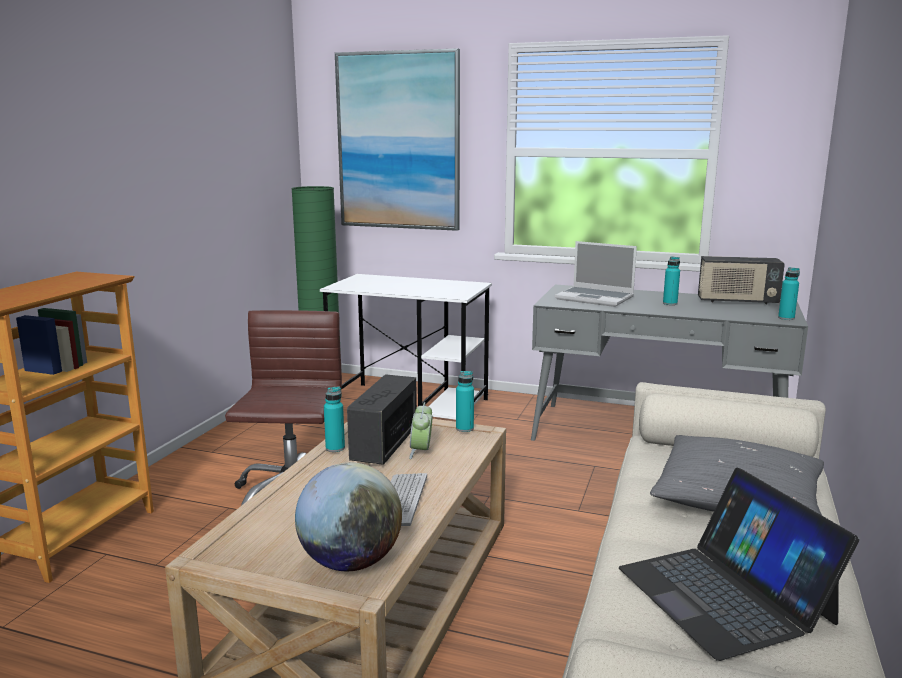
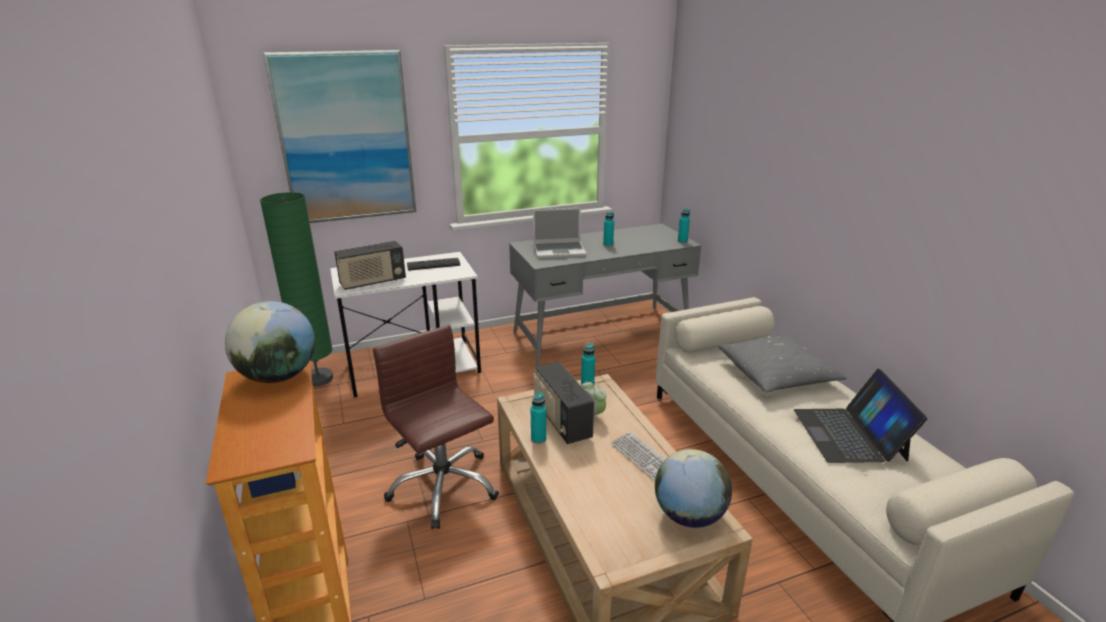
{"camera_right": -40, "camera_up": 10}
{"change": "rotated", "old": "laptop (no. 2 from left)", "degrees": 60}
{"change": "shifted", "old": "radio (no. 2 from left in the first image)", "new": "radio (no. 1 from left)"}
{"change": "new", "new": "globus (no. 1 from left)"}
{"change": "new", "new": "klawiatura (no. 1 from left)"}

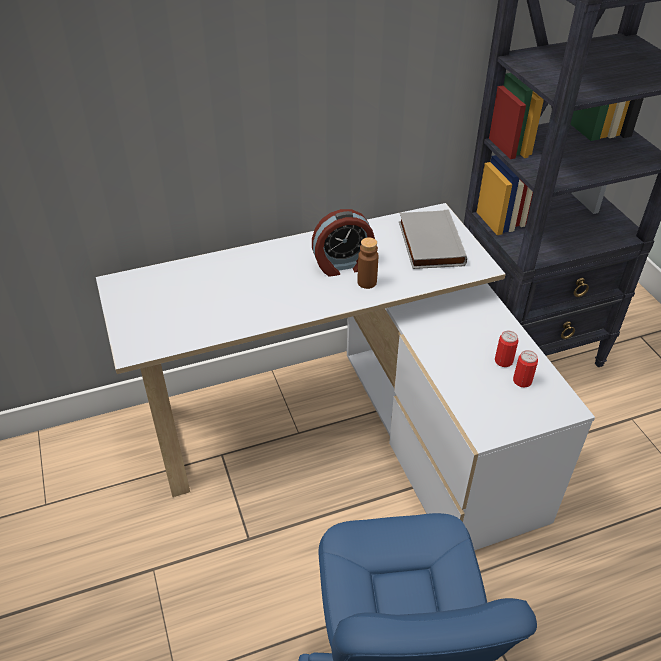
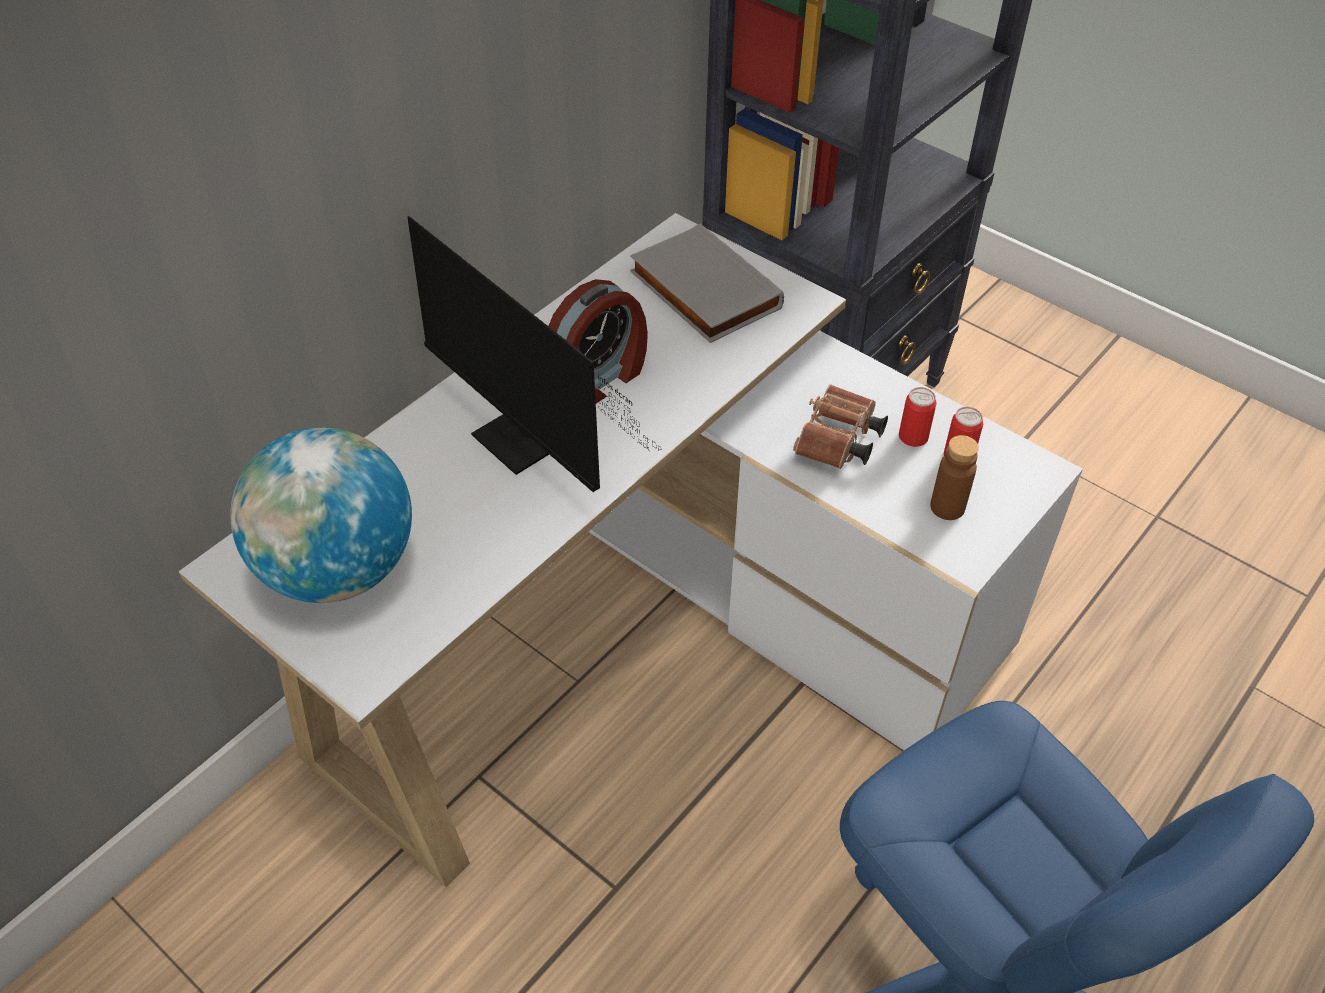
{"camera_right": -30, "camera_up": 5}
{"change": "shifted", "old": "butelka/brązowy"}
{"change": "new", "new": "globus"}
{"change": "new", "new": "monitor"}
{"change": "new", "new": "lornetka/brązowy"}

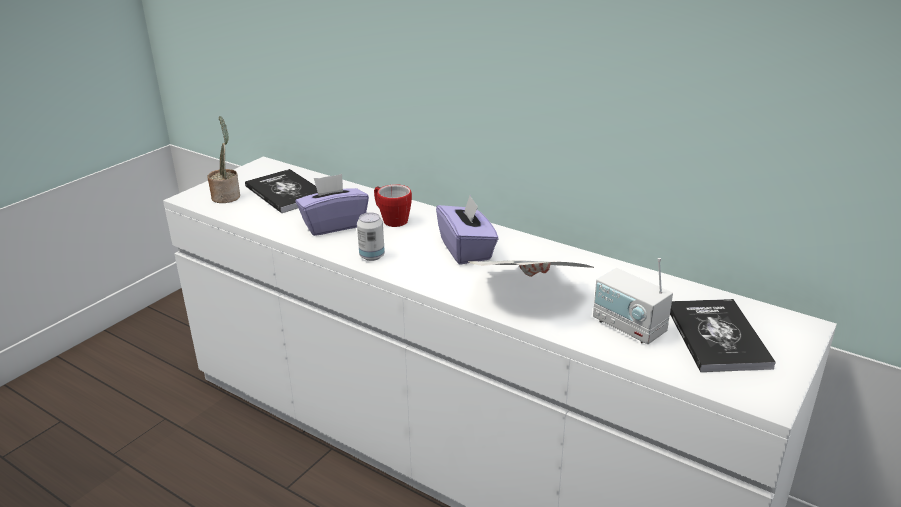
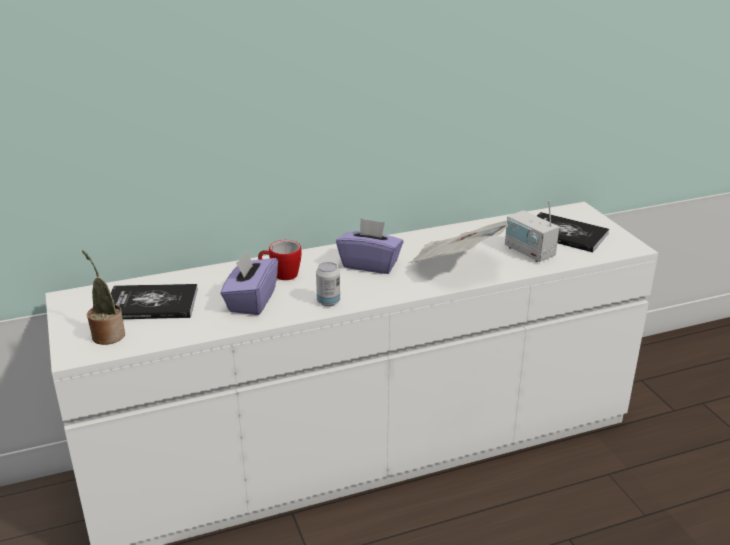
{"camera_right": -55, "camera_up": 0}
{"change": "rotated", "old": "radio", "degrees": 60}

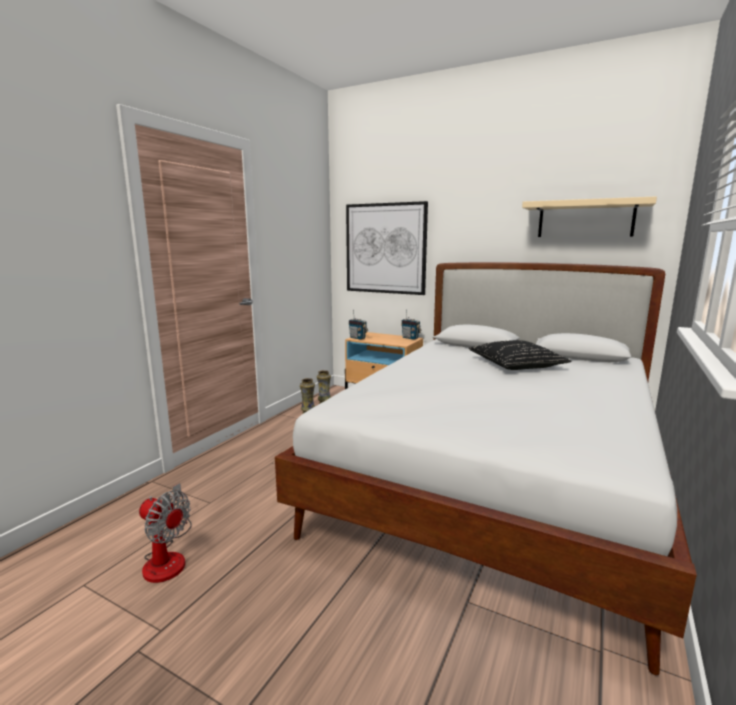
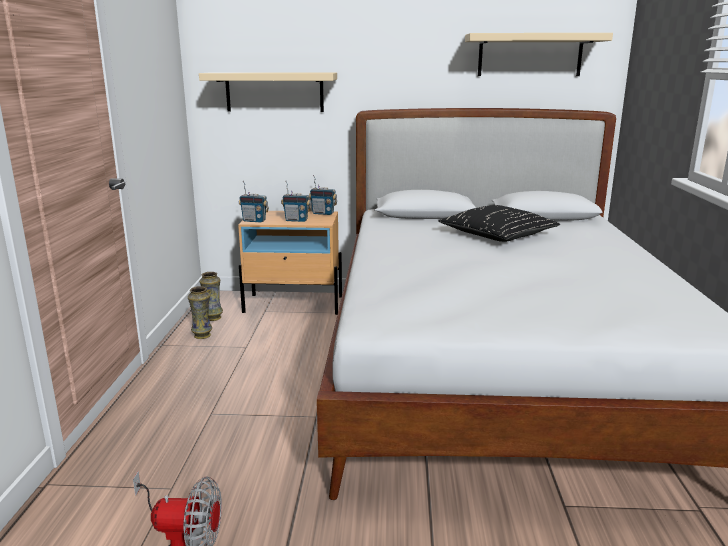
{"camera_right": -25, "camera_up": 5}
{"change": "swapped", "old": "obraz", "new": "półka/beżowy (no. 1 from left)"}
{"change": "new", "new": "radio (no. 2 from left)"}

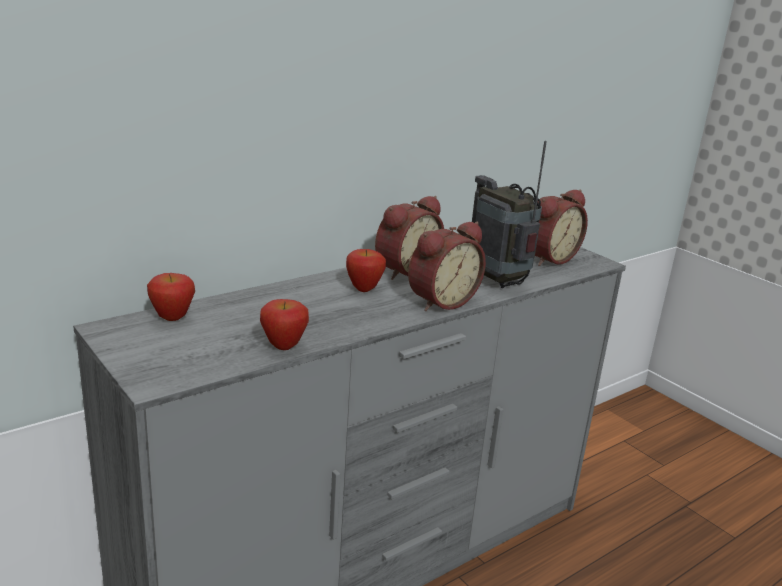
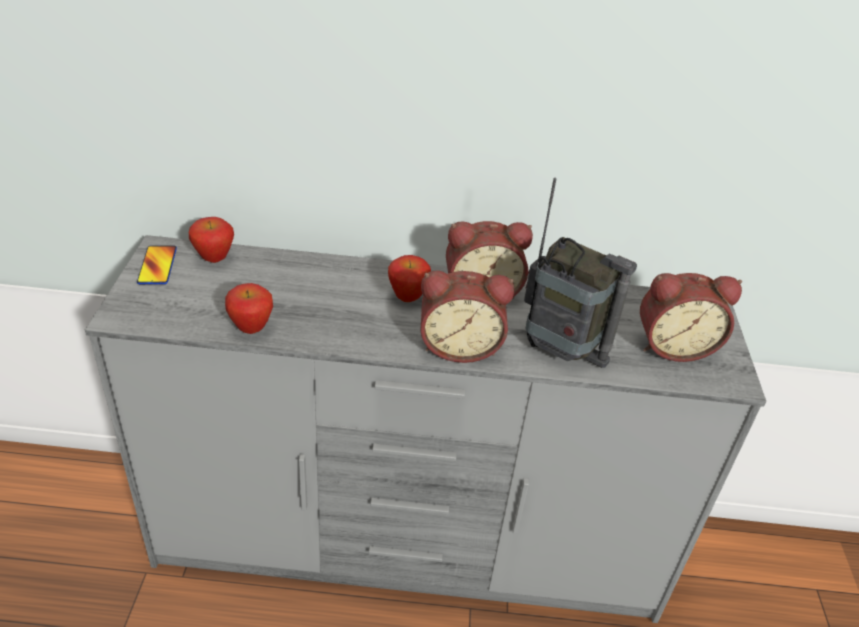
{"camera_right": 40, "camera_up": 15}
{"change": "rotated", "old": "radio", "degrees": 120}
{"change": "new", "new": "telefon"}

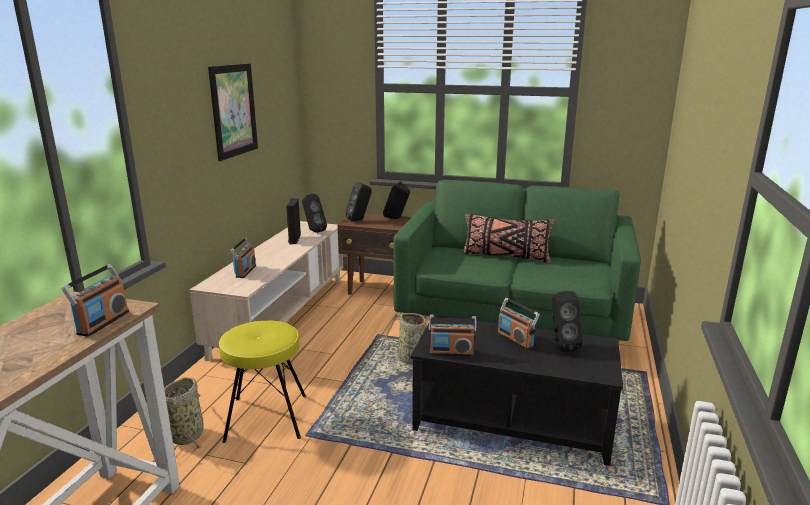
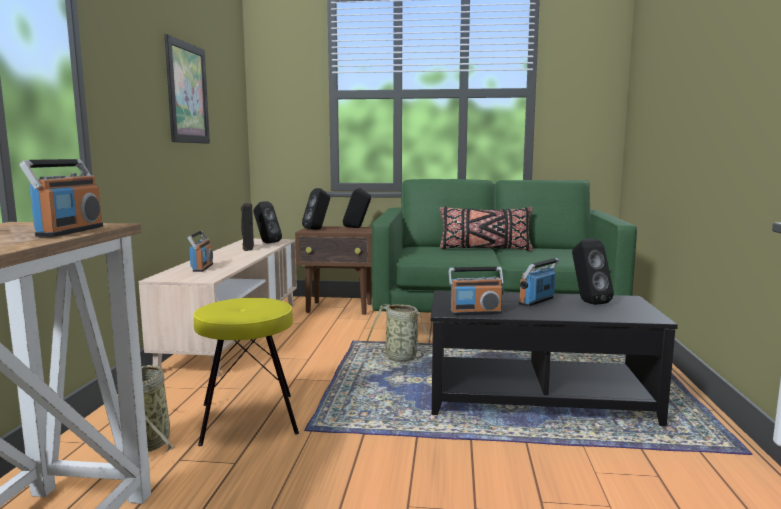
{"camera_right": -10, "camera_up": -10}
{"change": "rotated", "old": "radio (no. 4 from left)", "degrees": 90}

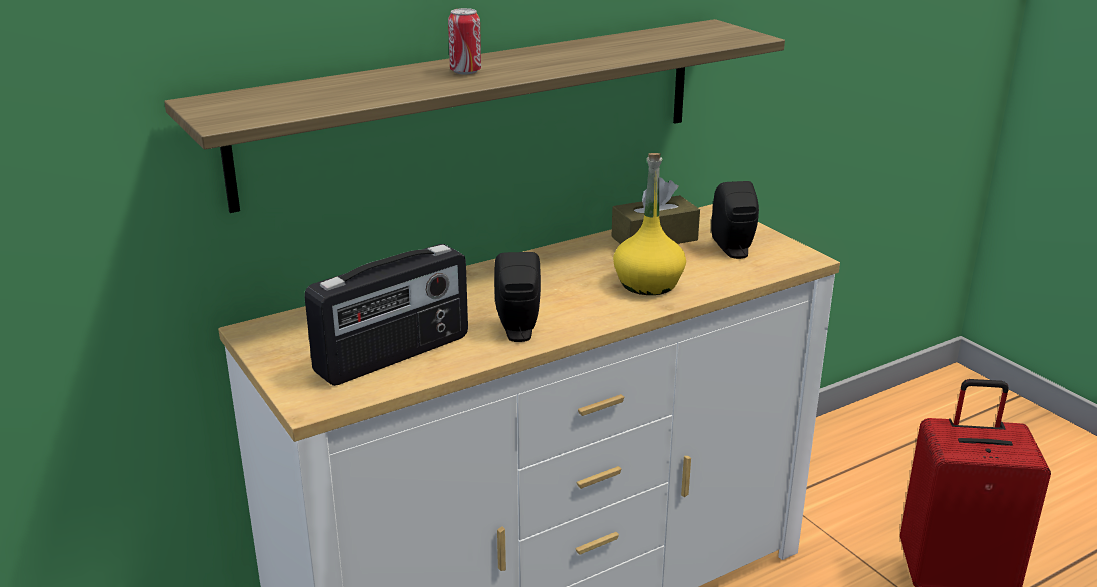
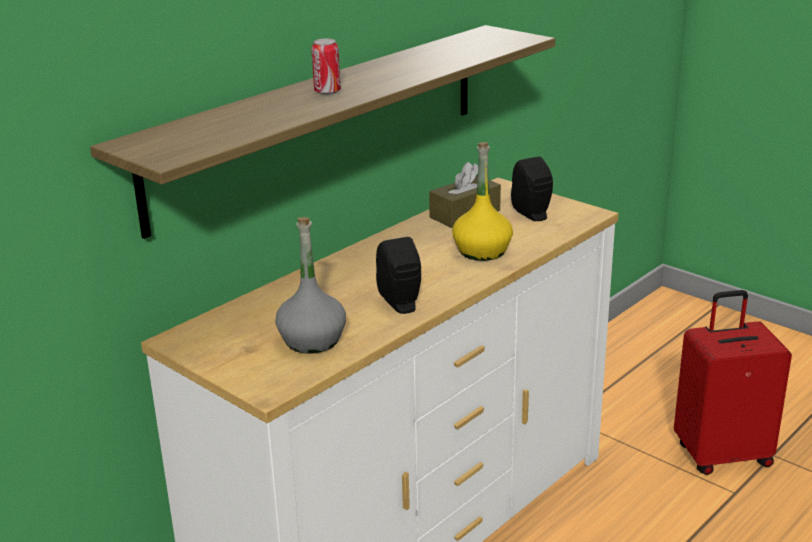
{"camera_right": -15, "camera_up": 0}
{"change": "swapped", "old": "radio", "new": "butelka/szary"}

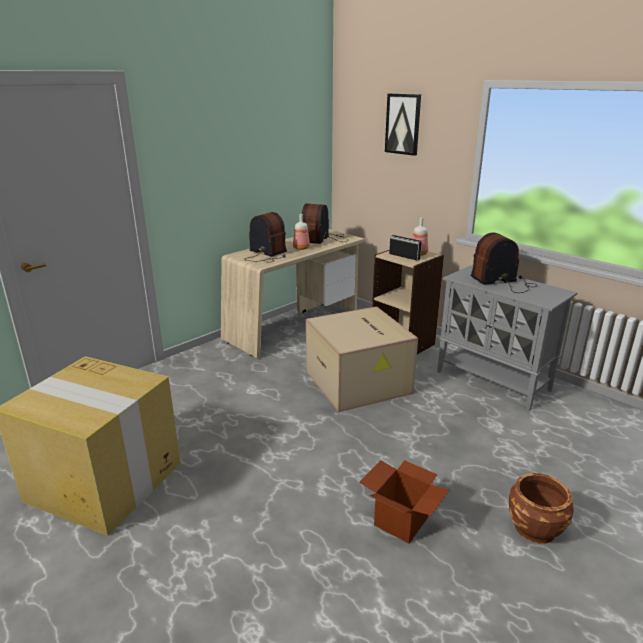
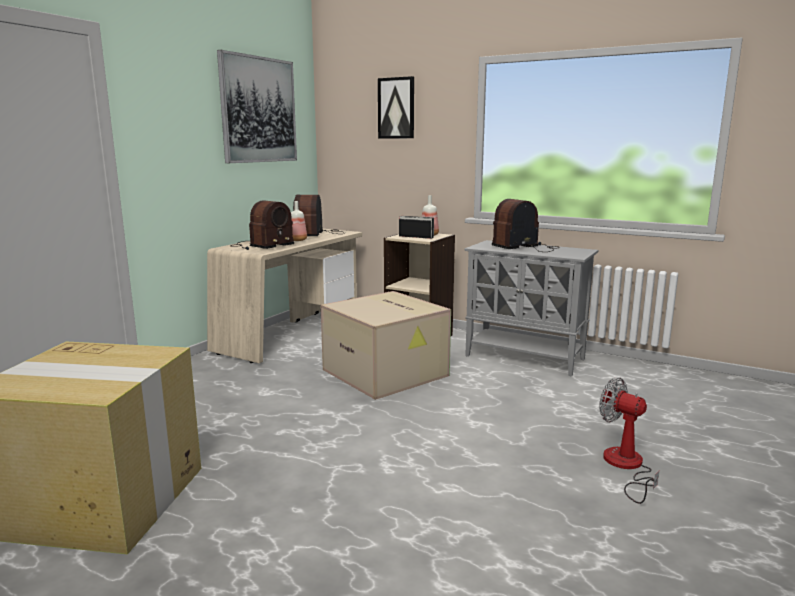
{"camera_right": -15, "camera_up": -10}
{"change": "rotated", "old": "radio (no. 1 from left)", "degrees": 105}
{"change": "gone", "old": "karton (no. 3 from left)"}
{"change": "swapped", "old": "donica/brązowy", "new": "wentylator"}
{"change": "new", "new": "obraz (no. 1 from left)"}

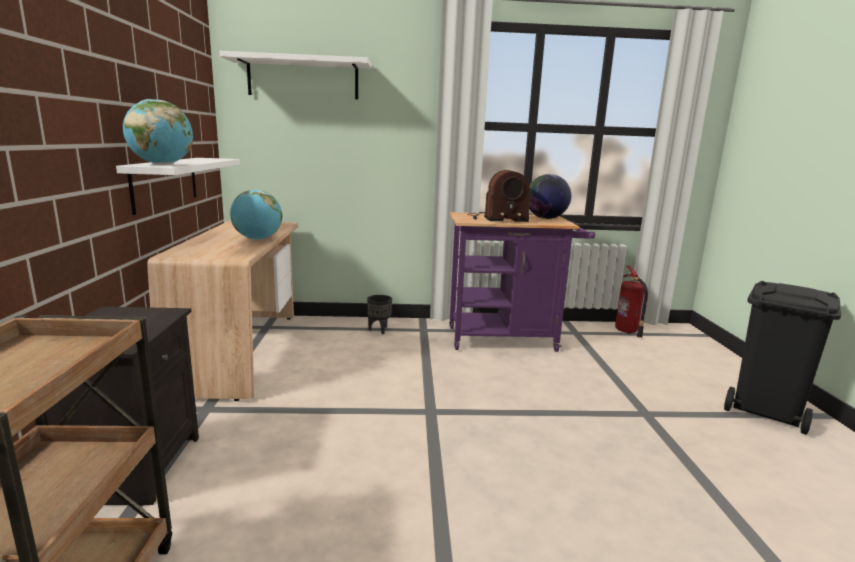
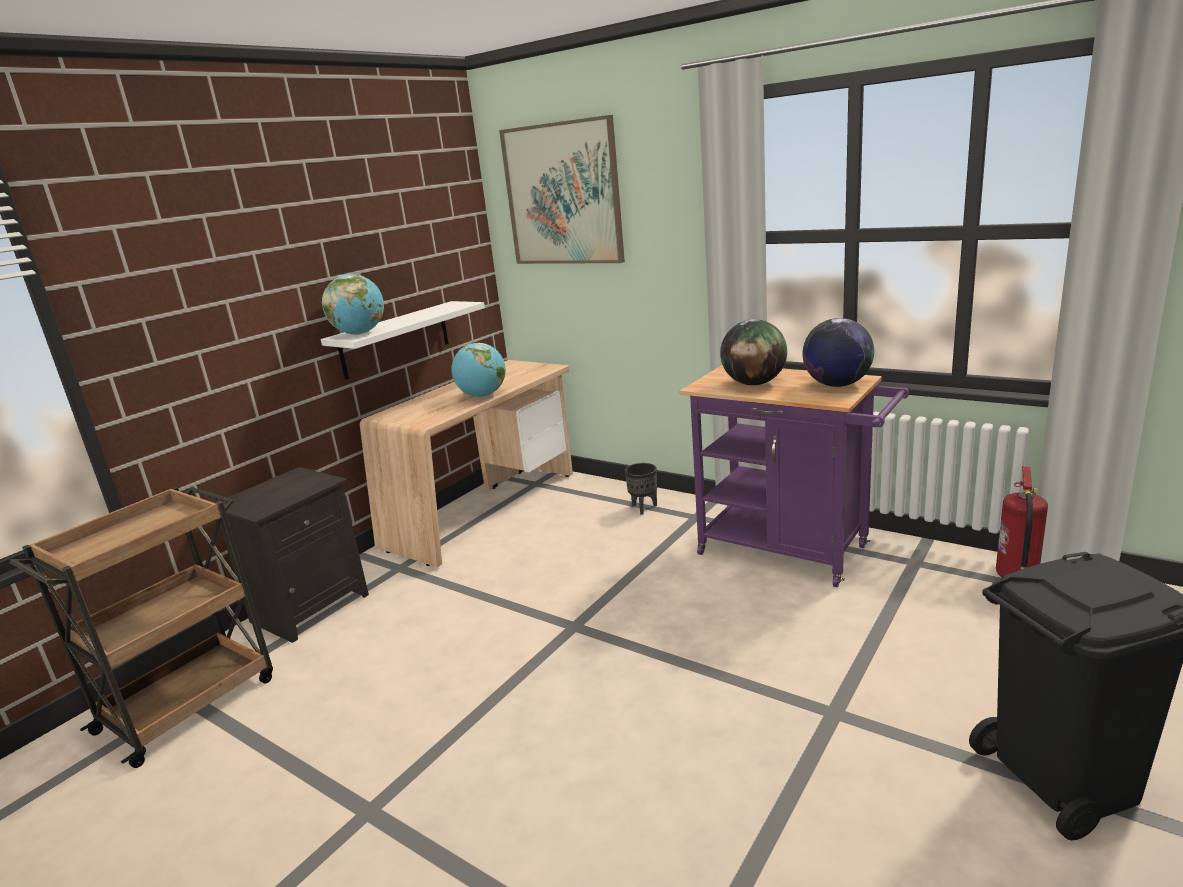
{"camera_right": 40, "camera_up": 5}
{"change": "swapped", "old": "półka/biały (no. 2 from left)", "new": "obraz"}
{"change": "swapped", "old": "radio", "new": "globus (no. 3 from left)"}

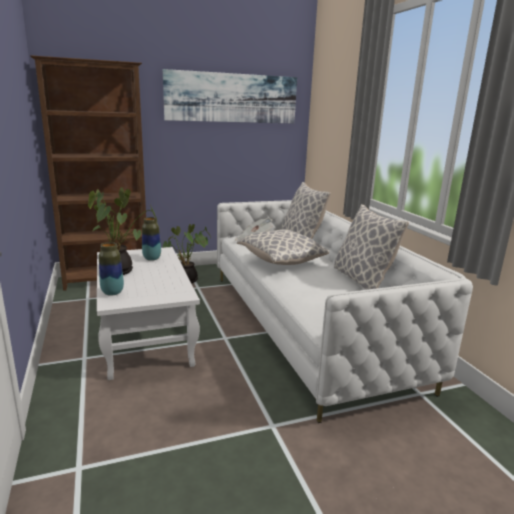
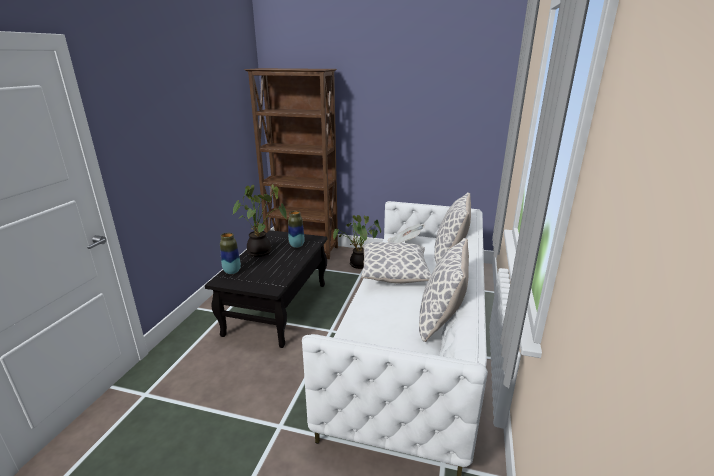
{"camera_right": 35, "camera_up": 5}
{"change": "repainted", "old": "ława/biały", "new": "ława/czarny"}
{"change": "gone", "old": "obraz"}

